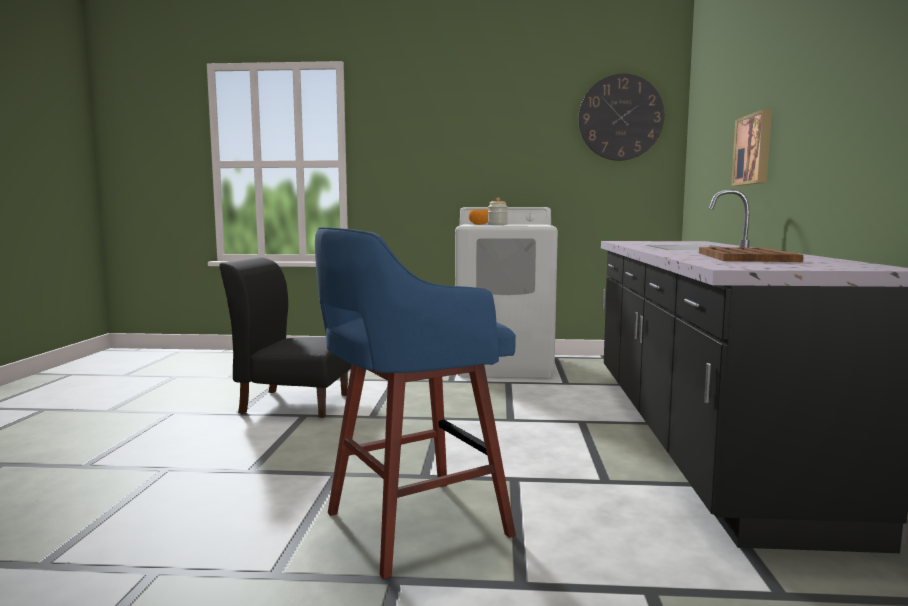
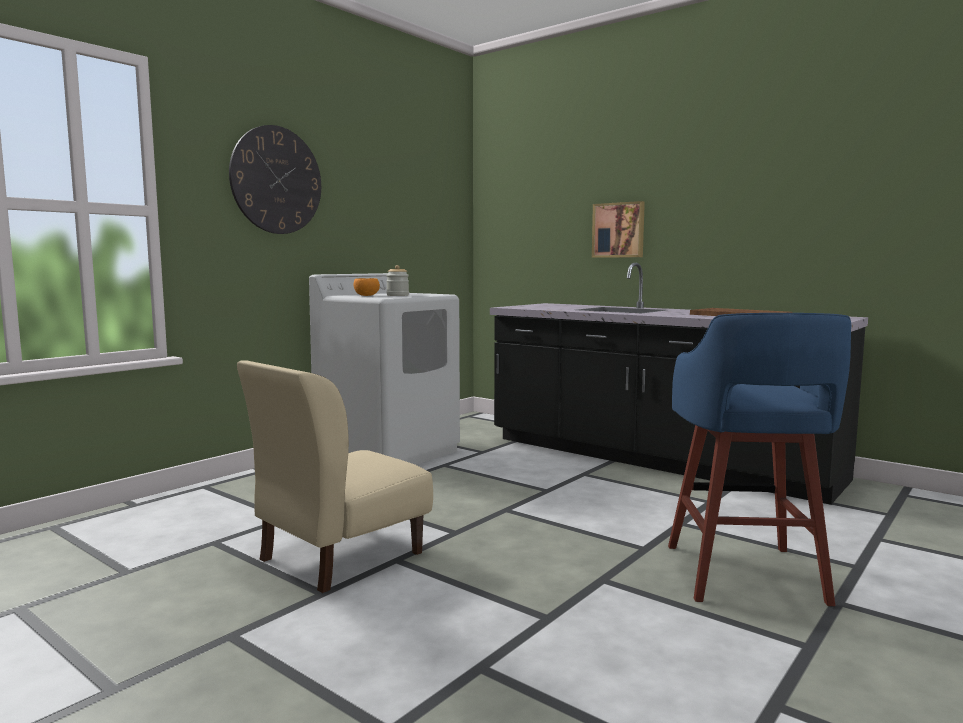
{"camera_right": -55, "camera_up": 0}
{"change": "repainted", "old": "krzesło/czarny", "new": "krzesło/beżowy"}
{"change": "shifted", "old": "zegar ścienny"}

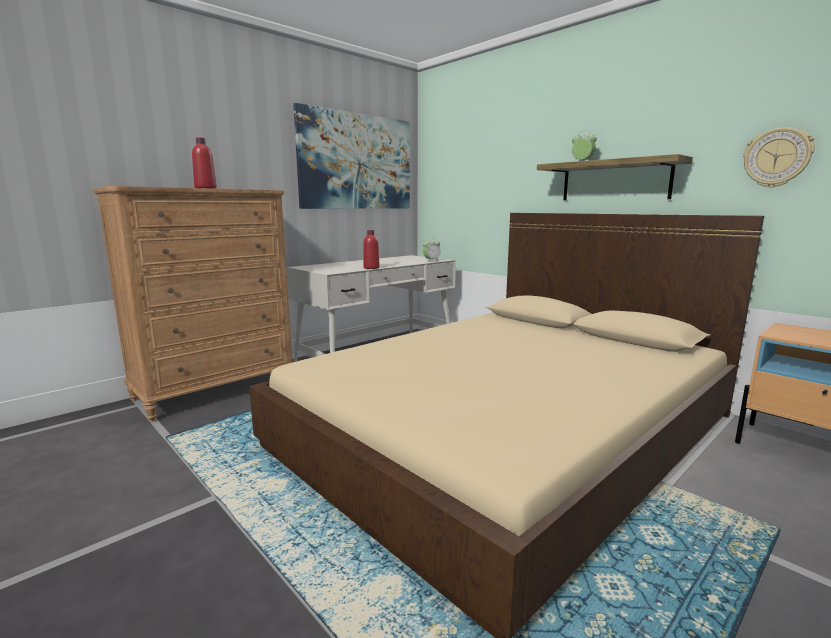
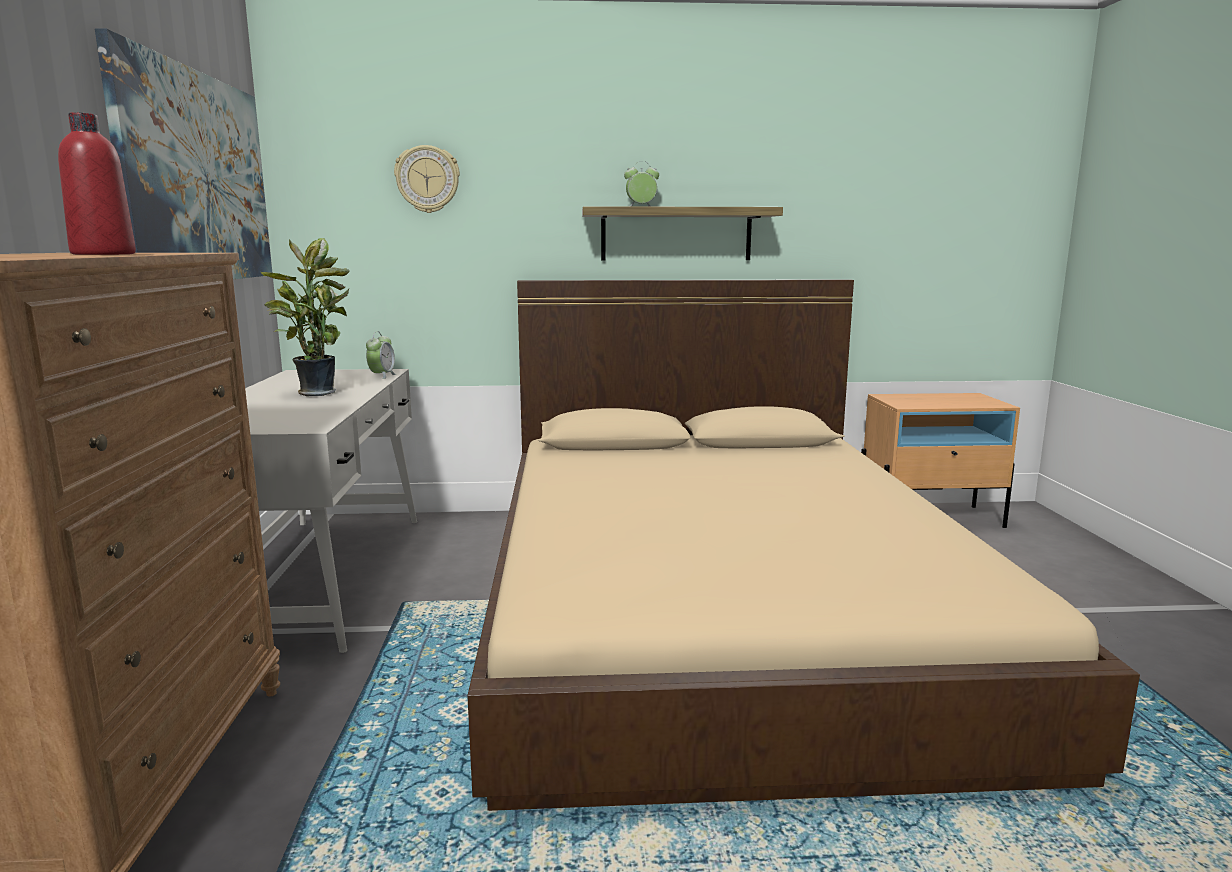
{"camera_right": -50, "camera_up": 0}
{"change": "gone", "old": "butelka/czerwony (no. 2 from left)"}
{"change": "shifted", "old": "zegar ścienny"}
{"change": "new", "new": "roślina doniczkowa"}

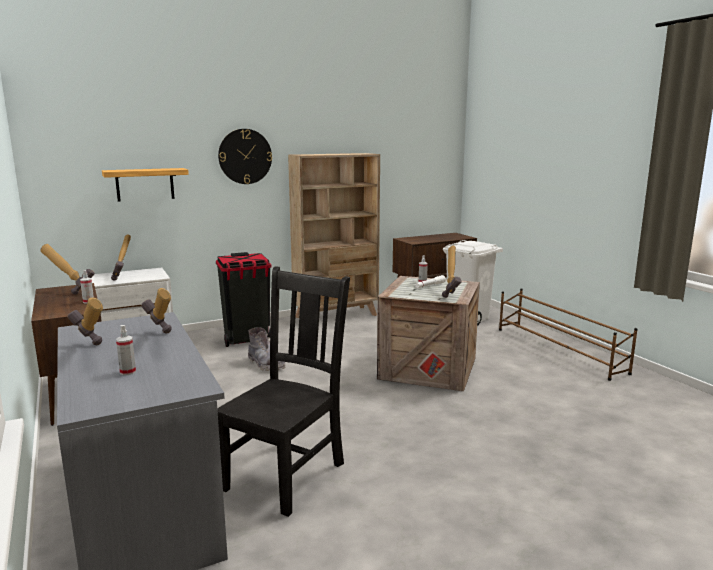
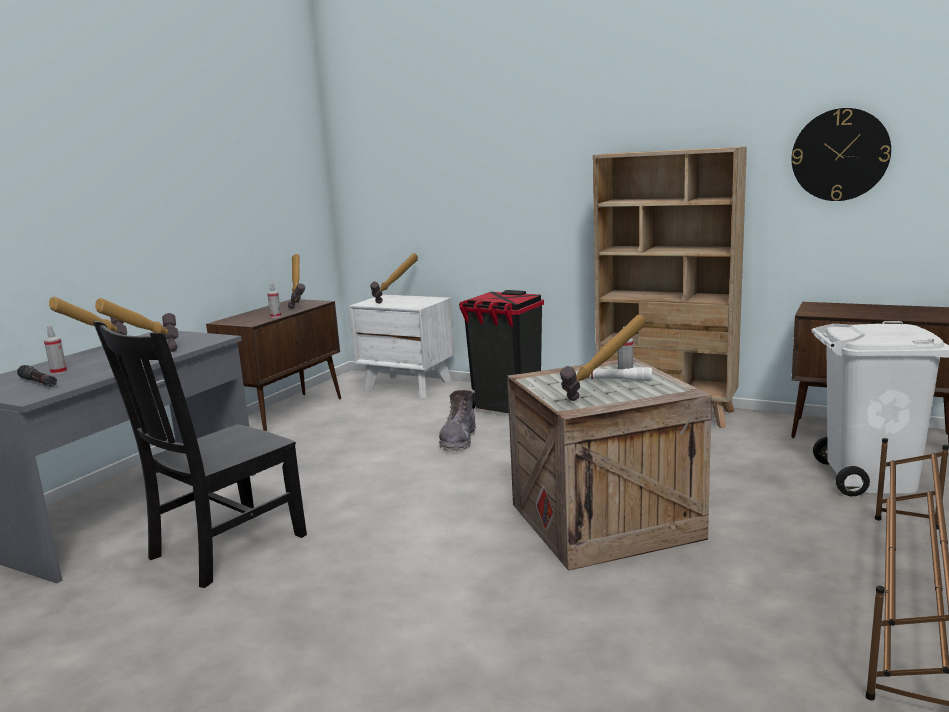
{"camera_right": 55, "camera_up": 0}
{"change": "gone", "old": "półka"}
{"change": "rotated", "old": "krzesło/czarny", "degrees": 135}
{"change": "shifted", "old": "zegar ścienny"}
{"change": "new", "new": "latarka/czarny"}

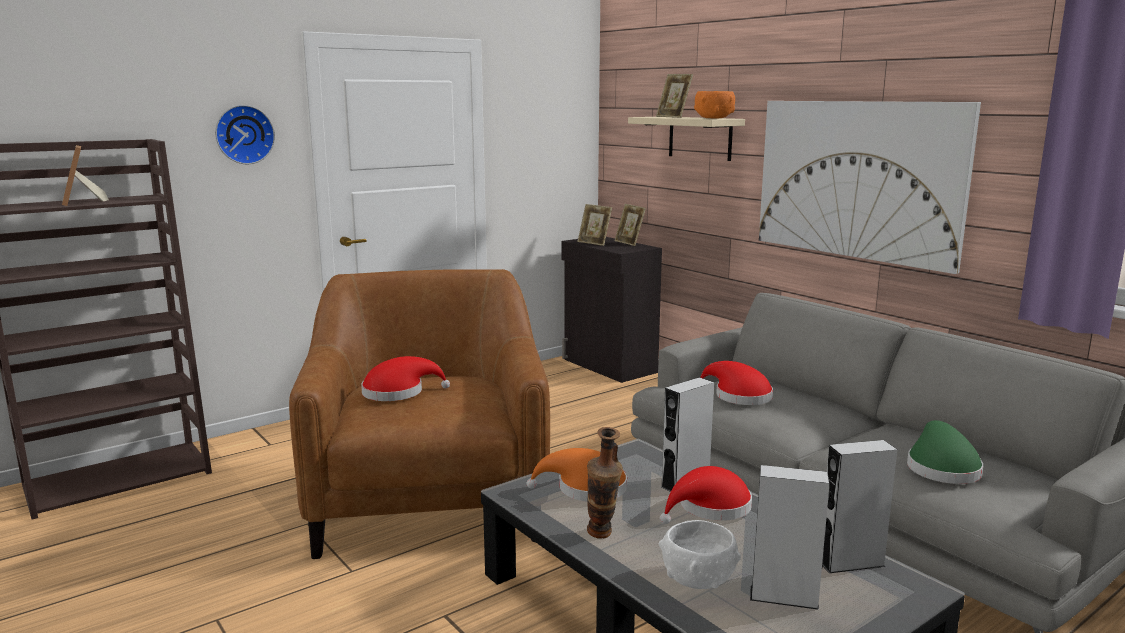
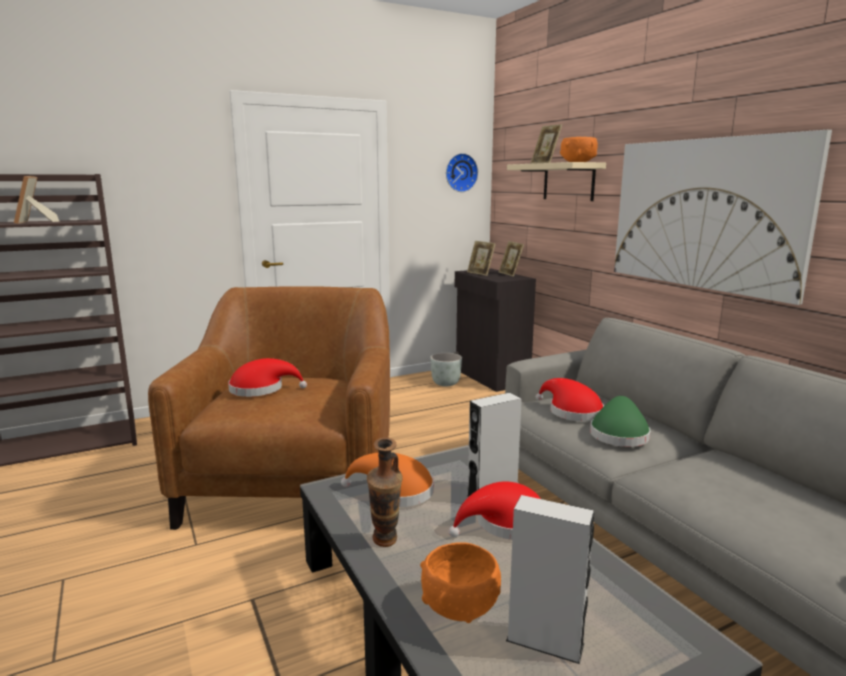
{"camera_right": 10, "camera_up": 0}
{"change": "shifted", "old": "zegar ścienny"}
{"change": "repainted", "old": "miska/biały", "new": "miska/pomarańczowy (no. 1 from left)"}
{"change": "gone", "old": "głośnik/szary (no. 3 from left)"}
{"change": "shifted", "old": "kapelusz/zielony"}
{"change": "new", "new": "donica/szary"}

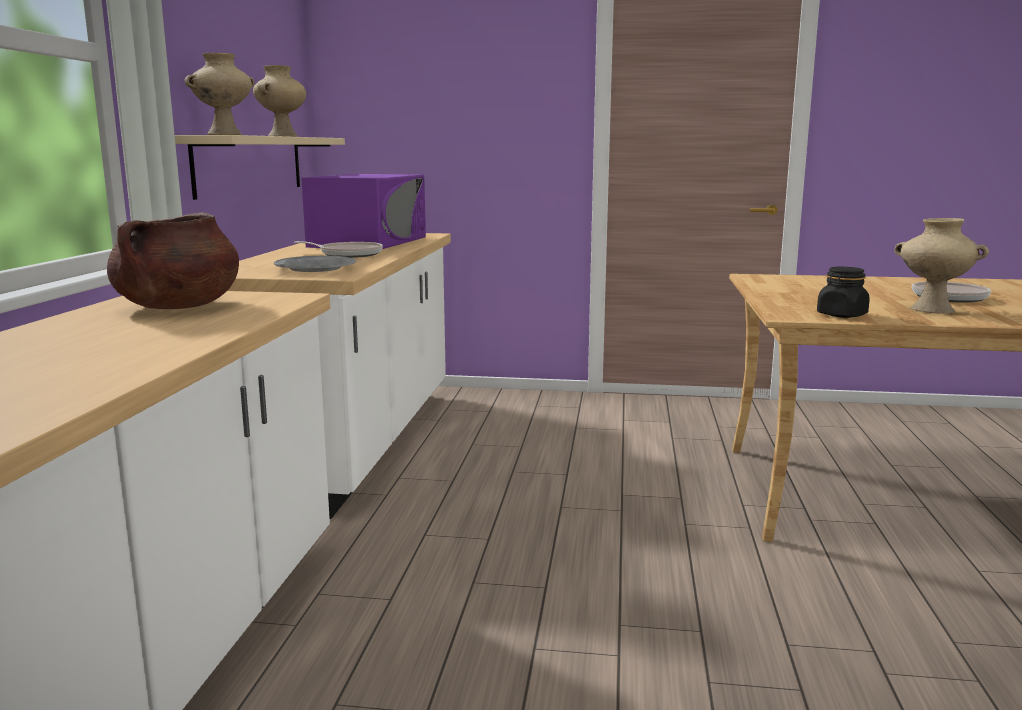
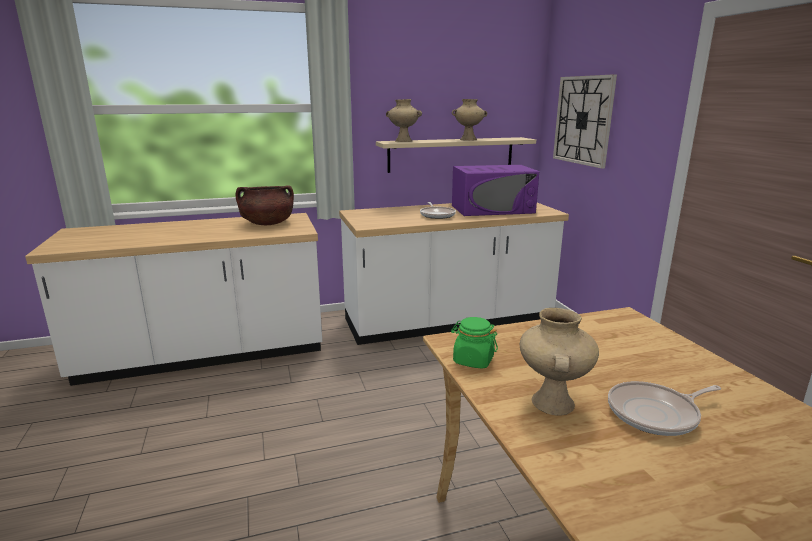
{"camera_right": 65, "camera_up": 5}
{"change": "gone", "old": "talerz/szary"}
{"change": "repainted", "old": "słoik/czarny", "new": "słoik/zielony"}
{"change": "new", "new": "zegar ścienny"}

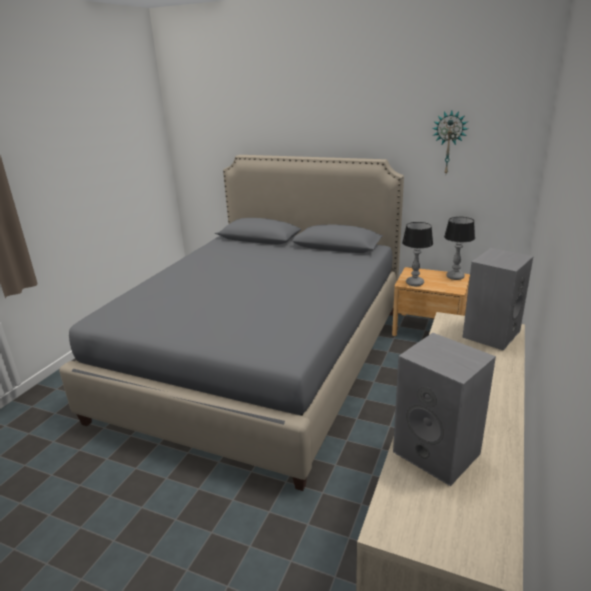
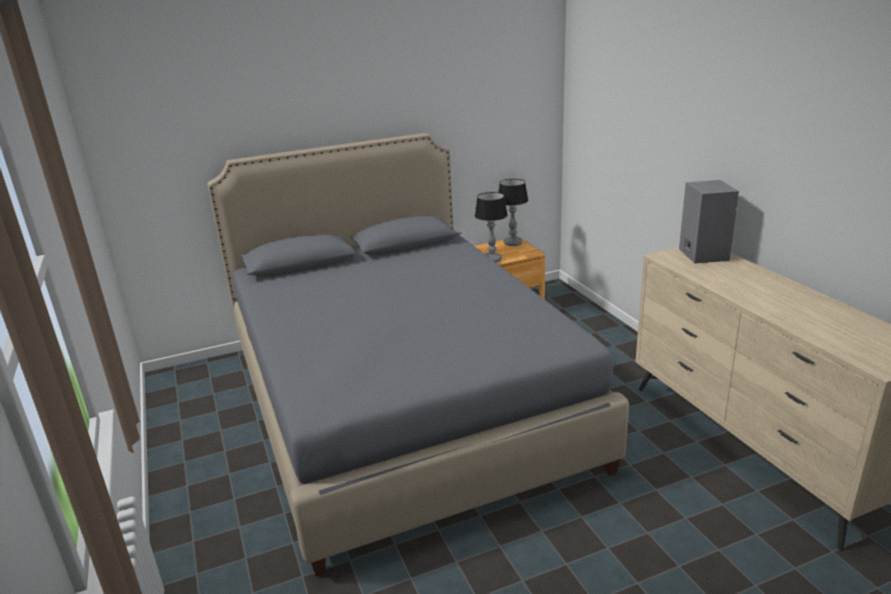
{"camera_right": -45, "camera_up": 0}
{"change": "gone", "old": "głośnik/szary (no. 1 from left)"}
{"change": "gone", "old": "zegar ścienny"}

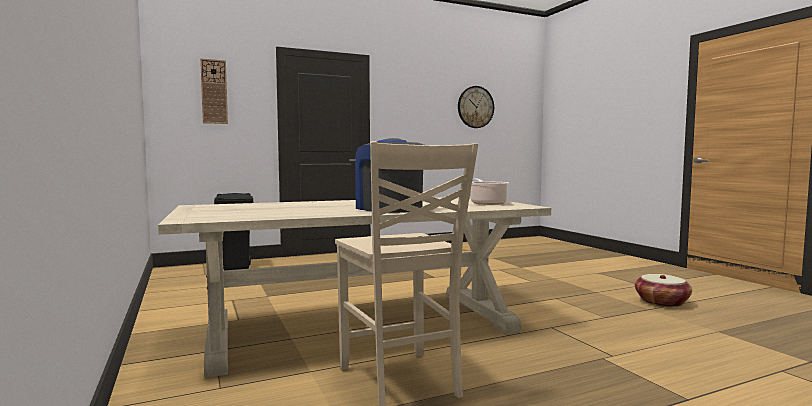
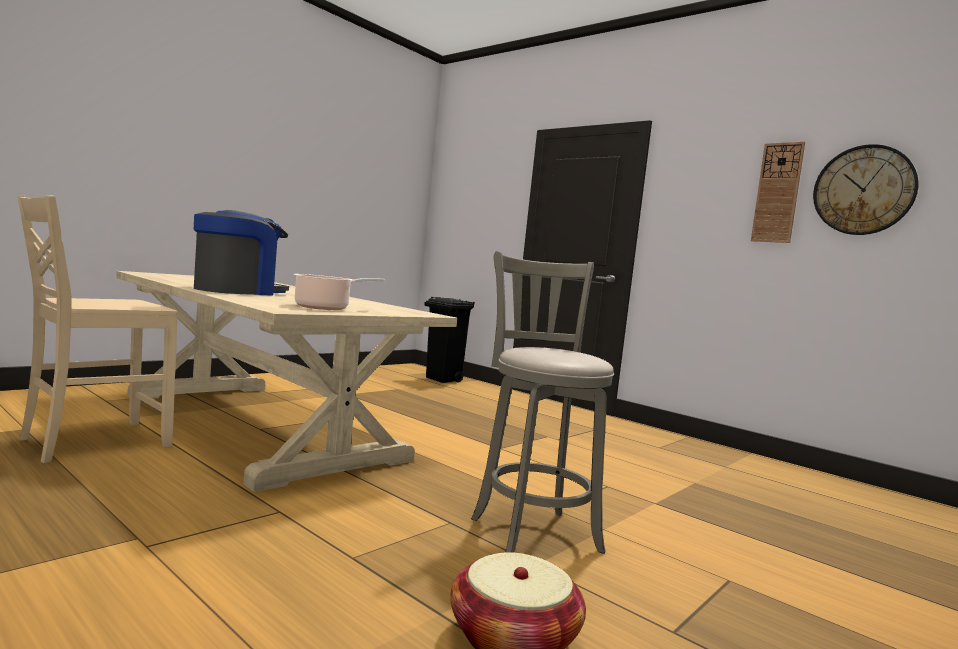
{"camera_right": 65, "camera_up": 0}
{"change": "shifted", "old": "zegar ścienny (no. 1 from left)"}
{"change": "new", "new": "stołek/szary"}

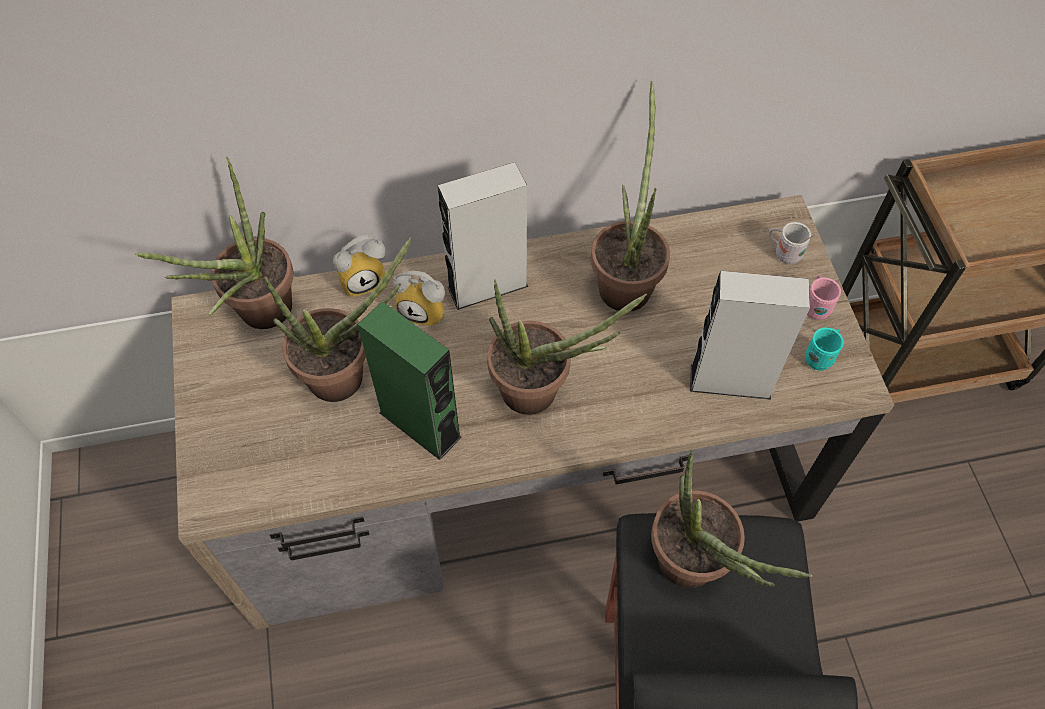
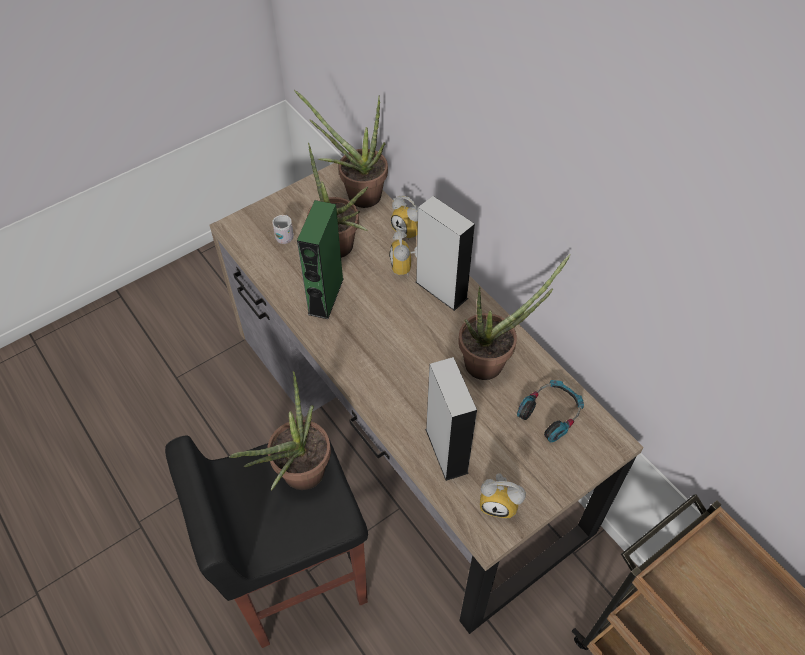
{"camera_right": 65, "camera_up": -5}
{"change": "gone", "old": "roślina doniczkowa (no. 3 from left)"}
{"change": "shifted", "old": "kubek/biały"}
{"change": "swapped", "old": "kubek/turkusowy", "new": "budzik (no. 3 from left)"}
{"change": "gone", "old": "kubek/różowy"}
{"change": "new", "new": "słuchawki"}

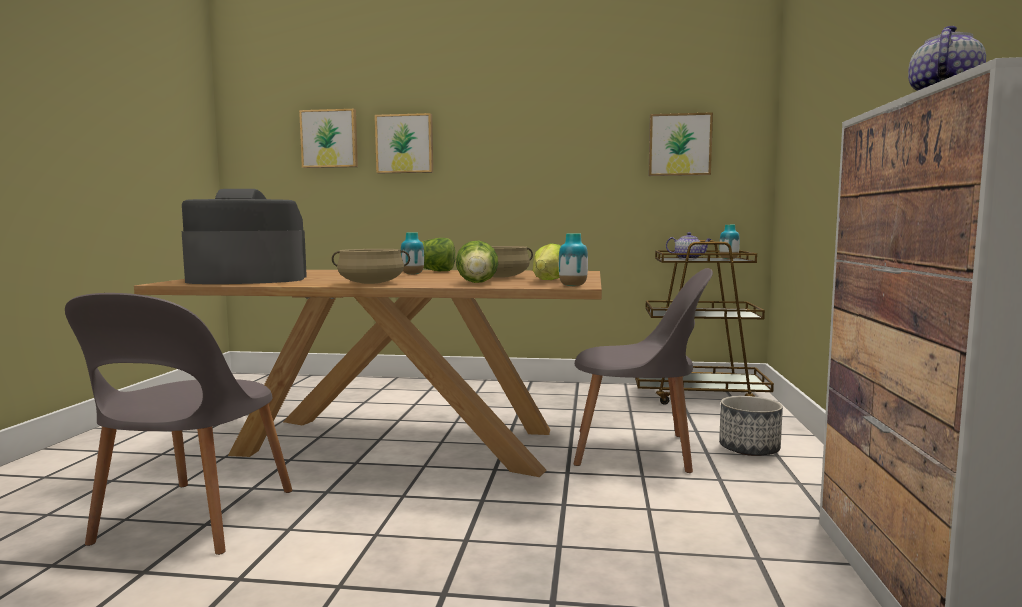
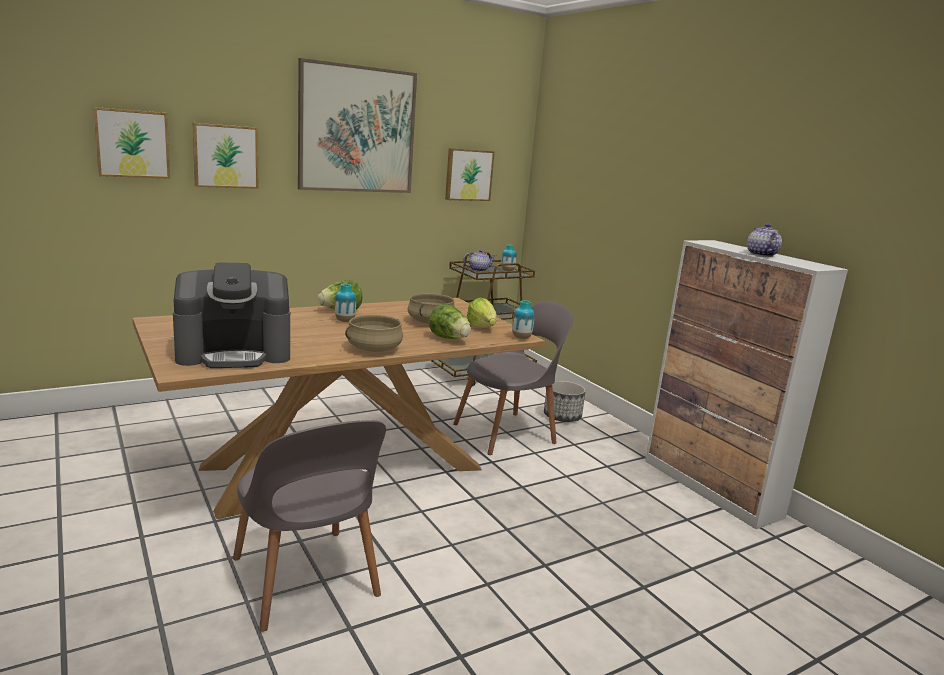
{"camera_right": -40, "camera_up": 10}
{"change": "rotated", "old": "ekspres do kawy", "degrees": -150}
{"change": "new", "new": "obraz (no. 3 from left)"}

